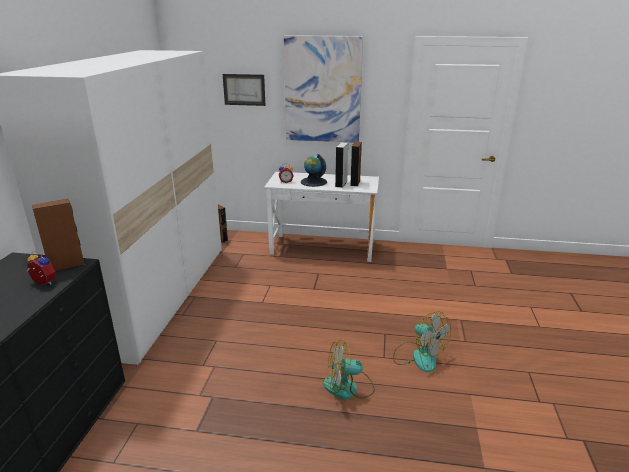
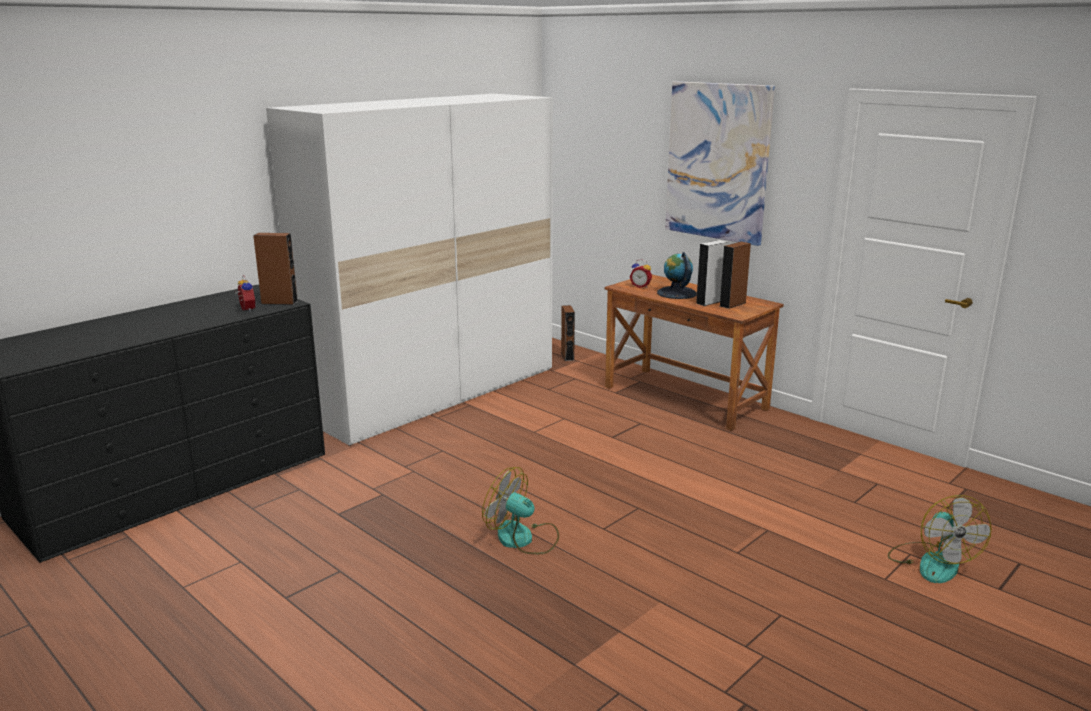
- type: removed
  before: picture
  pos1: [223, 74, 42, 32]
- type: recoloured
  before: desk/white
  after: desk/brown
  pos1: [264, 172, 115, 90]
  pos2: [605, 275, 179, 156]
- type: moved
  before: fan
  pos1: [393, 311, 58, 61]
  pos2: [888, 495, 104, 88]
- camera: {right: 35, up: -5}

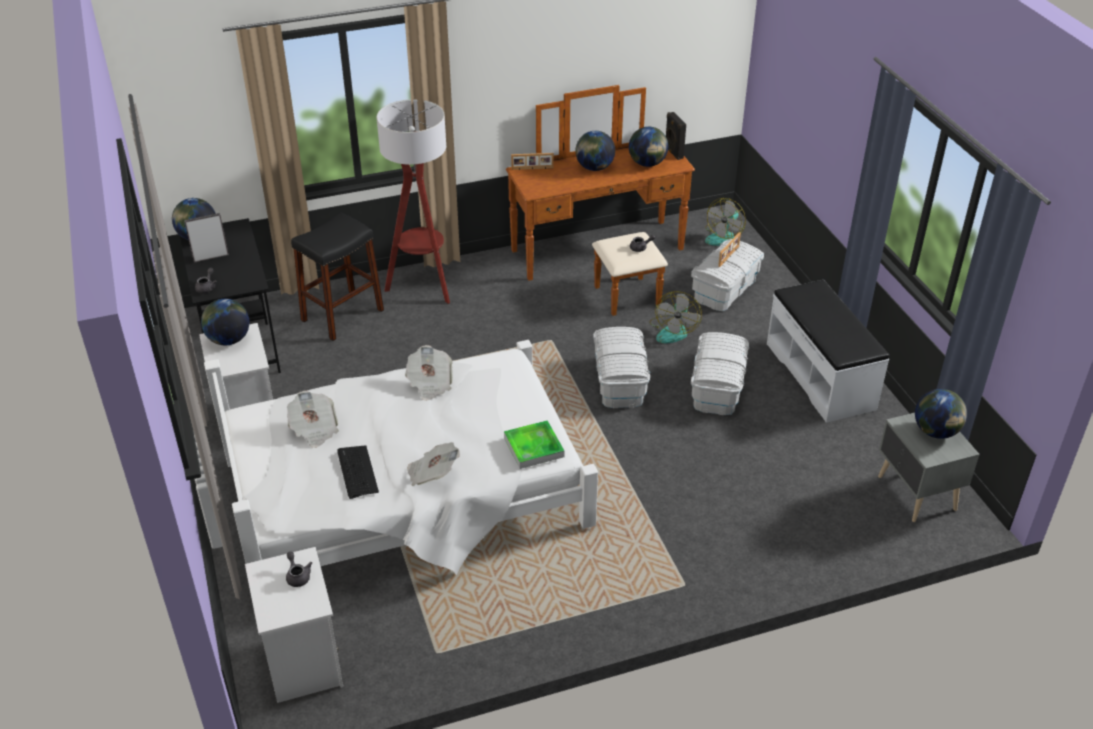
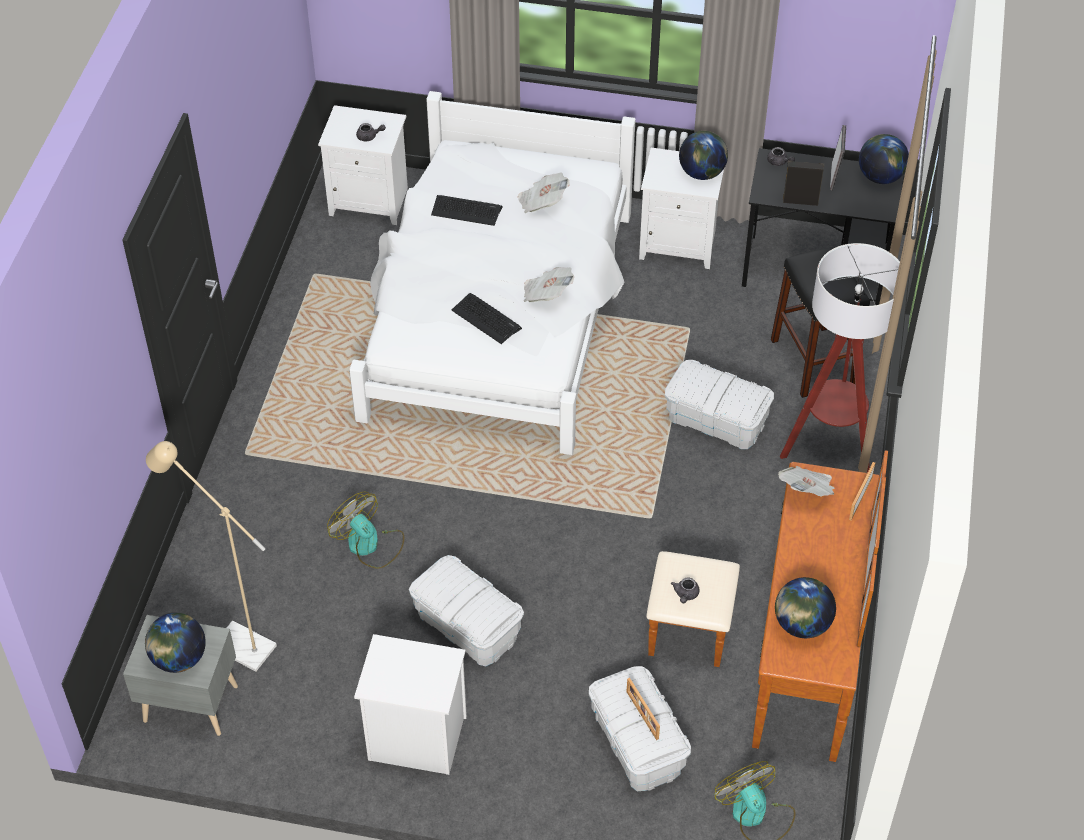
- type: moved
  before: newspaper
  pos1: [407, 442, 53, 44]
  pos2: [778, 466, 56, 30]
- type: removed
  before: tray
  pos1: [504, 420, 61, 49]
- type: removed
  before: globe
  pos1: [575, 131, 40, 40]
- type: moved
  before: storage box/white
  pos1: [593, 327, 57, 81]
  pos2: [665, 360, 109, 89]
- type: moved
  before: fan
  pos1: [649, 291, 53, 52]
  pos2: [327, 492, 77, 77]
- type: moved
  before: speaker/black
  pos1: [666, 112, 20, 48]
  pos2: [783, 160, 41, 46]
- type: replaced
  before: bench/white
  after: nightstand/white
  pos1: [767, 280, 122, 143]
  pos2: [354, 634, 113, 141]
- type: added
  after: floor lamp/beige
  pos2: [146, 441, 131, 231]
- type: added
  after: keyboard
  pos2: [452, 293, 70, 51]
- camera: {right: 120, up: 10}

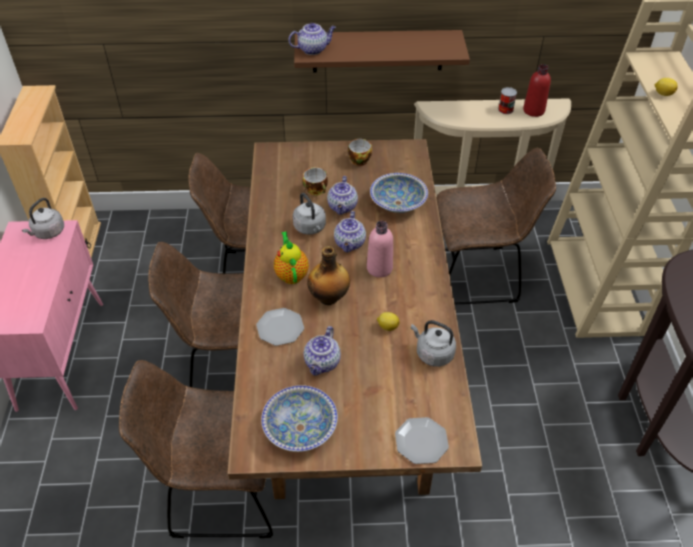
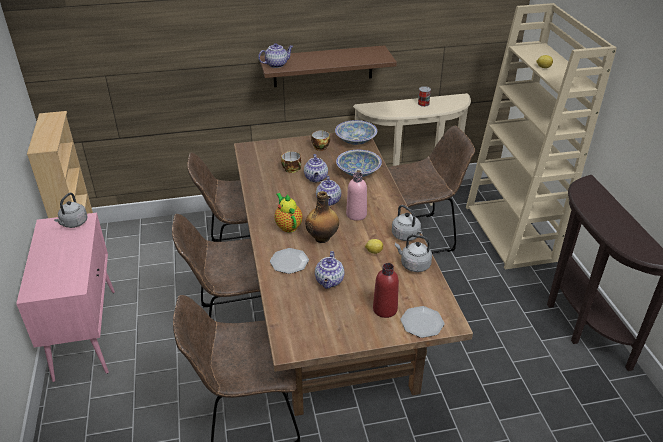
- type: moved
  before: bowl
  pos1: [261, 385, 77, 67]
  pos2: [335, 120, 42, 25]
- type: moved
  before: kettle/grey
  pos1: [293, 193, 33, 42]
  pos2: [392, 205, 31, 36]
- type: moved
  before: bottle/red
  pos1: [523, 64, 28, 53]
  pos2: [373, 263, 26, 55]
- camera: {right: -10, up: -10}

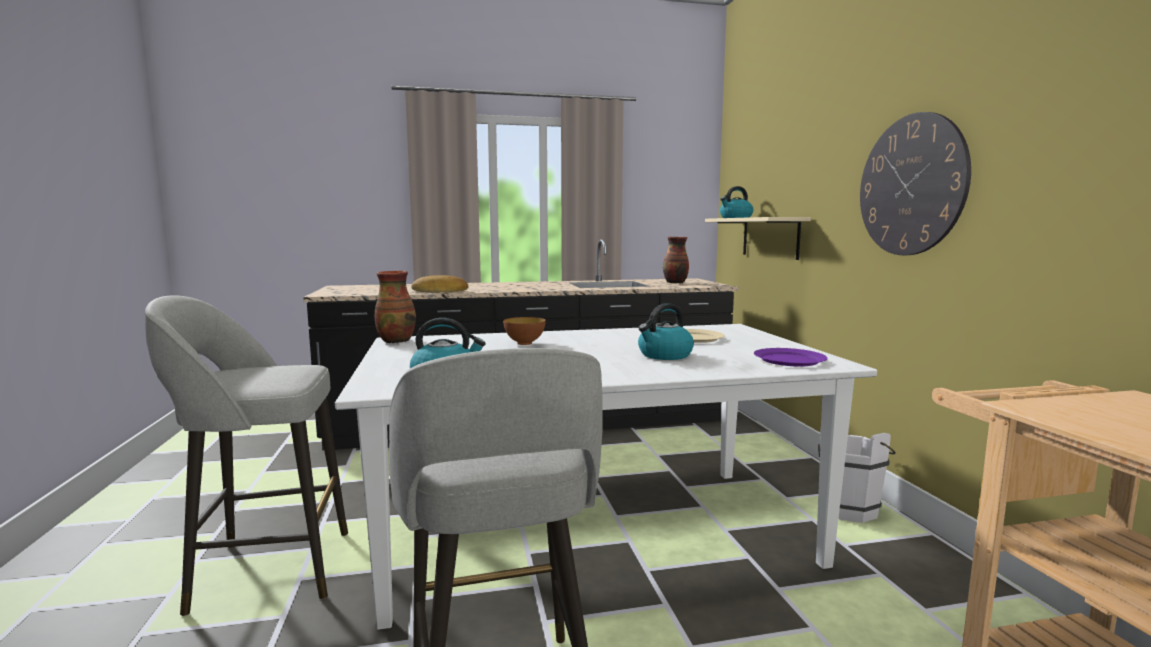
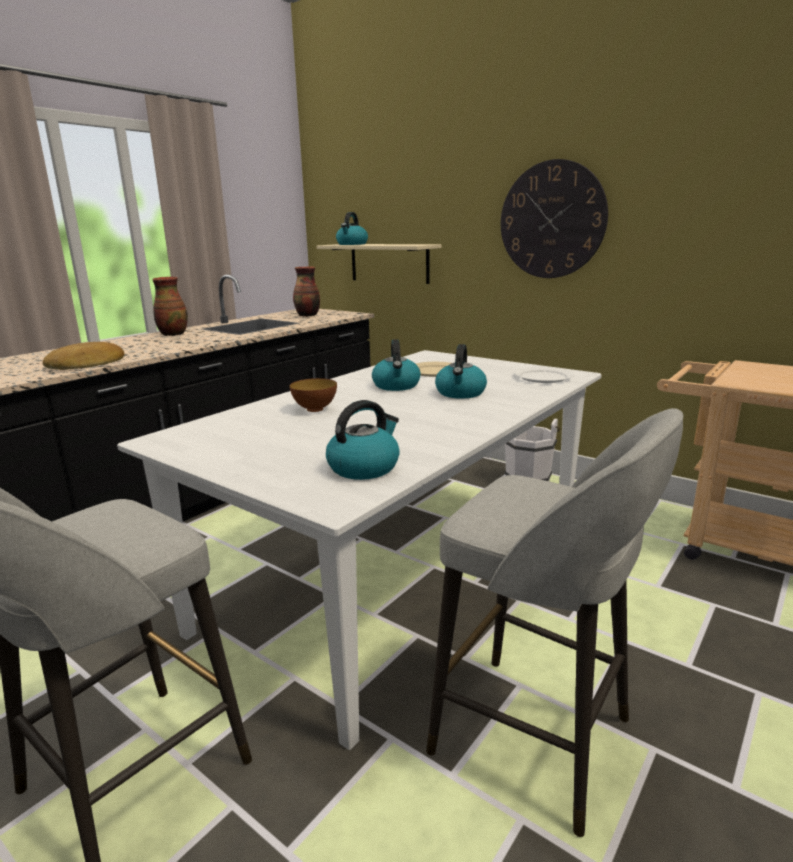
- type: moved
  before: vase
  pos1: [375, 271, 41, 72]
  pos2: [152, 277, 36, 59]
- type: recoloured
  before: plate/purple
  after: plate/white
  pos1: [754, 348, 74, 19]
  pos2: [514, 367, 59, 16]
- type: added
  after: kettle
  pos2: [372, 339, 49, 52]
- camera: {right: -40, up: 10}

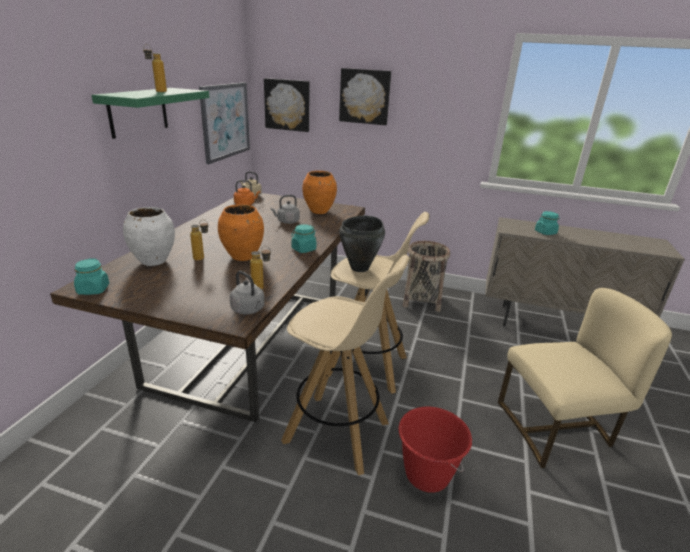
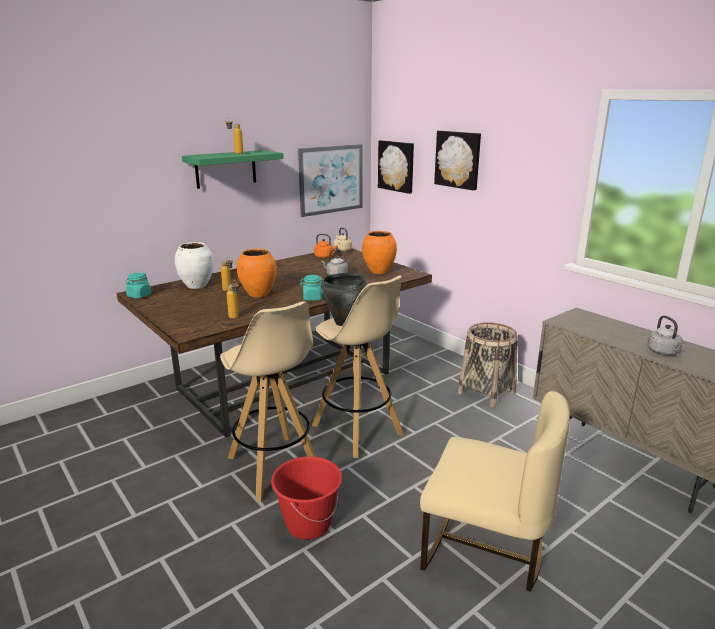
- type: moved
  before: kettle/grey
  pos1: [230, 271, 35, 44]
  pos2: [647, 316, 38, 39]
- type: removed
  before: jar/turquoise
  pos1: [535, 211, 25, 24]
- camera: {right: 35, up: -5}

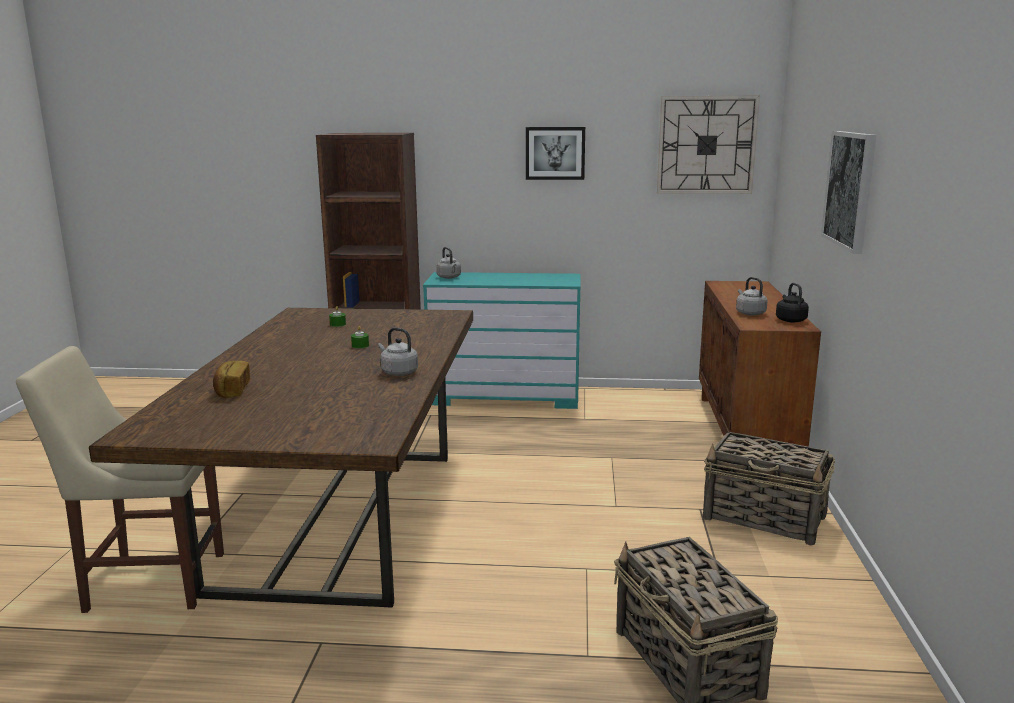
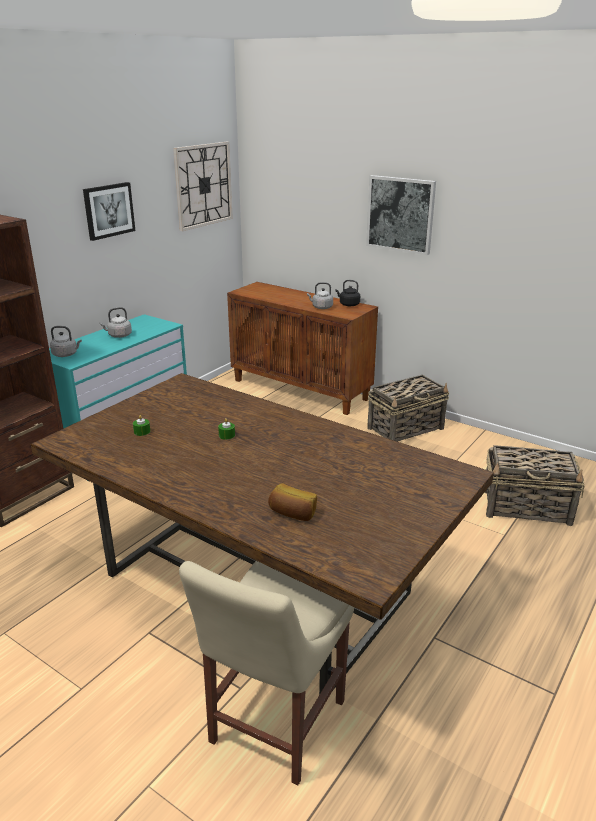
- type: moved
  before: kettle/grey
  pos1: [378, 328, 40, 48]
  pos2: [99, 307, 33, 31]
- camera: {right: -60, up: 10}

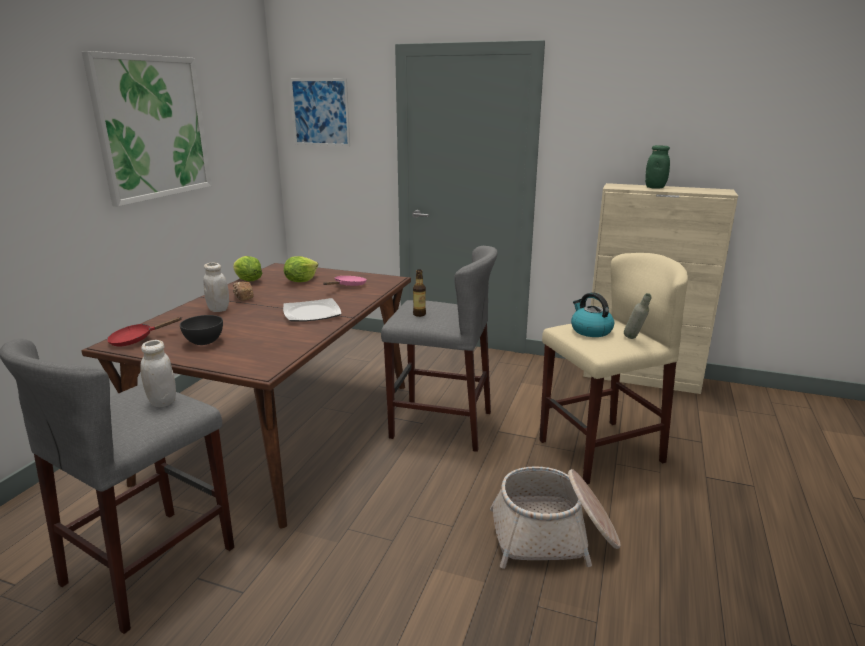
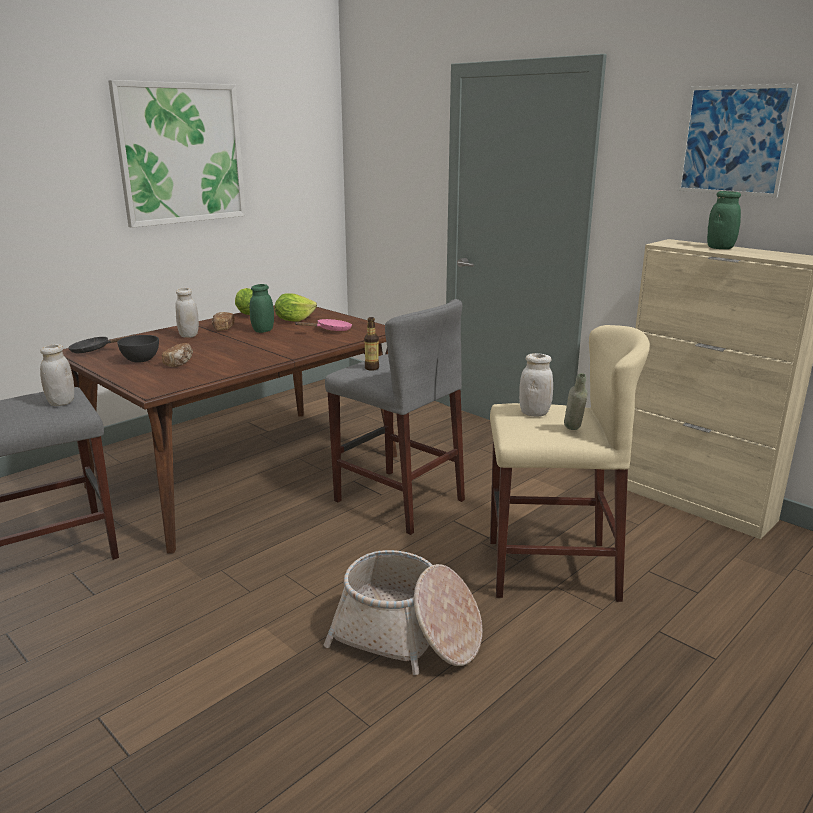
- type: recoloured
  before: frying pan/red
  after: frying pan/black
  pos1: [107, 317, 74, 30]
  pos2: [68, 334, 67, 19]
- type: removed
  before: plate
  pos1: [283, 298, 58, 24]
- type: moved
  before: picture
  pos1: [290, 79, 60, 67]
  pos2: [677, 83, 121, 114]
- type: replaced
  before: kettle
  after: jar/white
  pos1: [571, 292, 43, 45]
  pos2: [519, 353, 34, 64]
- type: added
  after: bread
  pos2: [162, 343, 31, 24]
- type: added
  after: jar/green
  pos2: [250, 284, 24, 49]
- camera: {right: 25, up: 0}

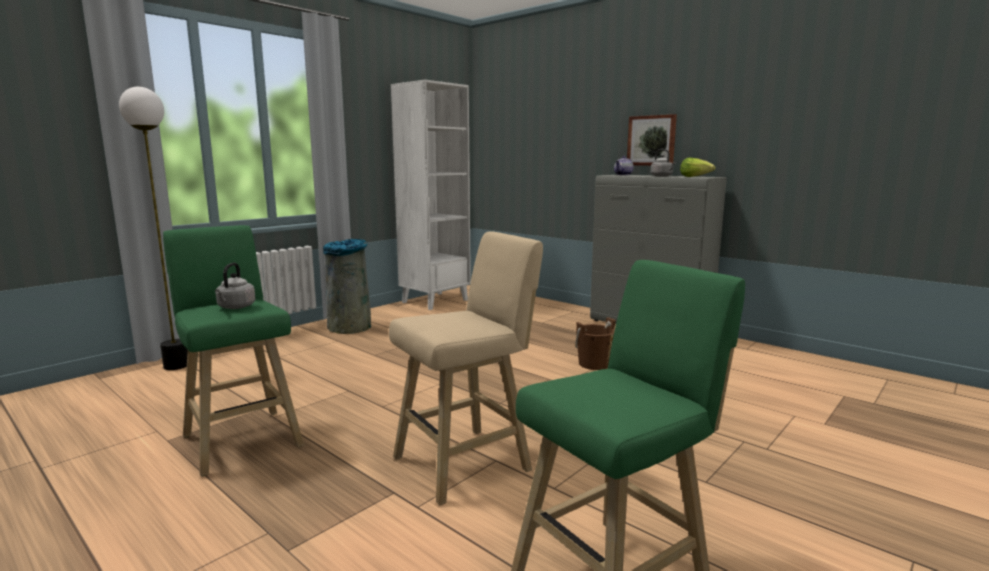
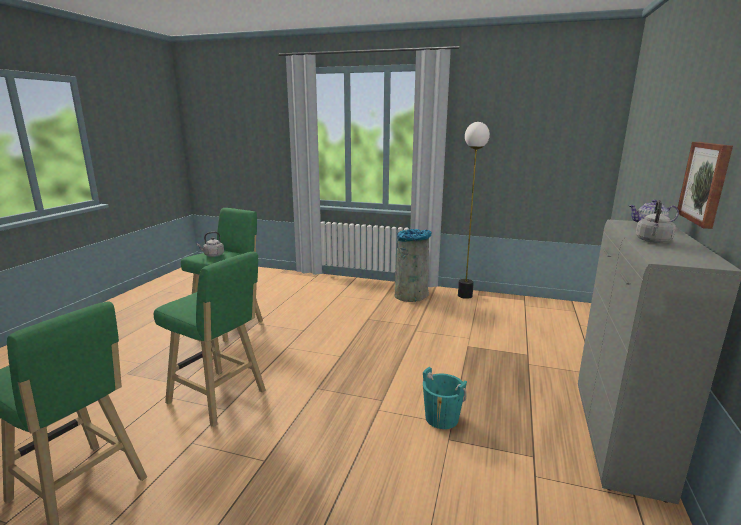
- type: moved
  before: floor lamp
  pos1: [119, 87, 69, 283]
  pos2: [458, 122, 32, 177]
- type: recoloured
  before: stool/beige
  after: stool/green
  pos1: [389, 231, 154, 275]
  pos2: [154, 252, 112, 175]
- type: removed
  before: bookcase/white
  pos1: [391, 80, 80, 230]
- type: recoloured
  before: bucket/brown
  after: bucket/turquoise
  pos1: [575, 317, 41, 53]
  pos2: [423, 367, 44, 62]
- type: removed
  before: lettuce
  pos1: [680, 158, 36, 19]
- camera: {right: 65, up: 5}

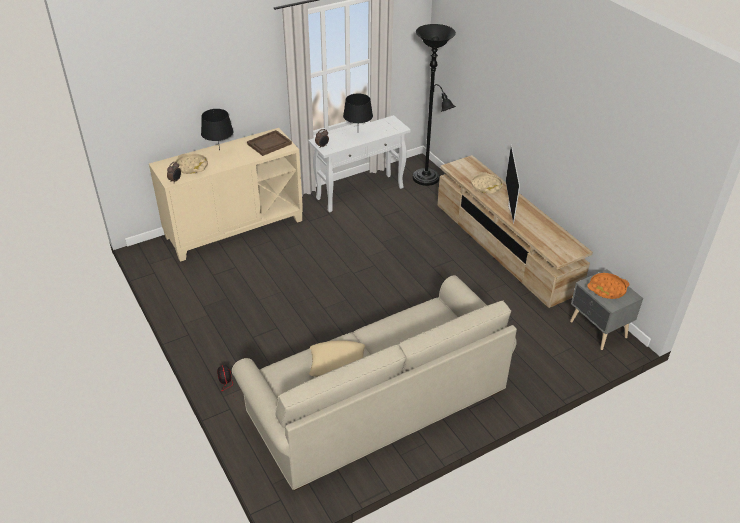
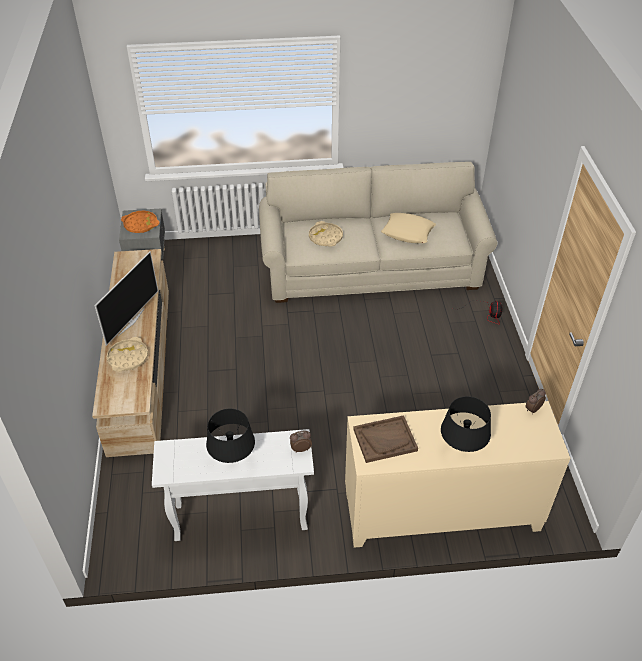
- type: moved
  before: tray/beige
  pos1: [175, 154, 33, 20]
  pos2: [309, 221, 34, 26]
- type: removed
  before: floor lamp/black
  pos1: [413, 24, 43, 162]
- camera: {right: -155, up: 5}

